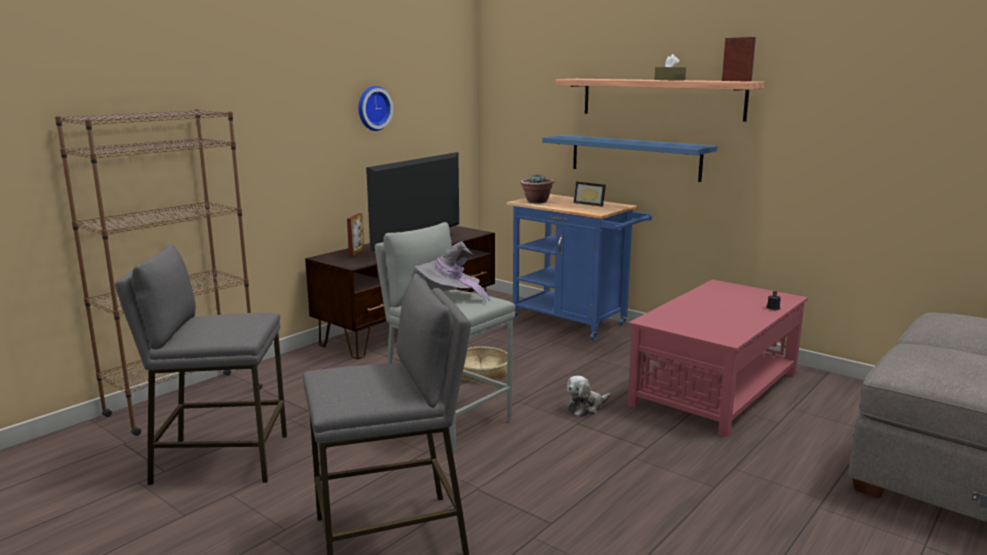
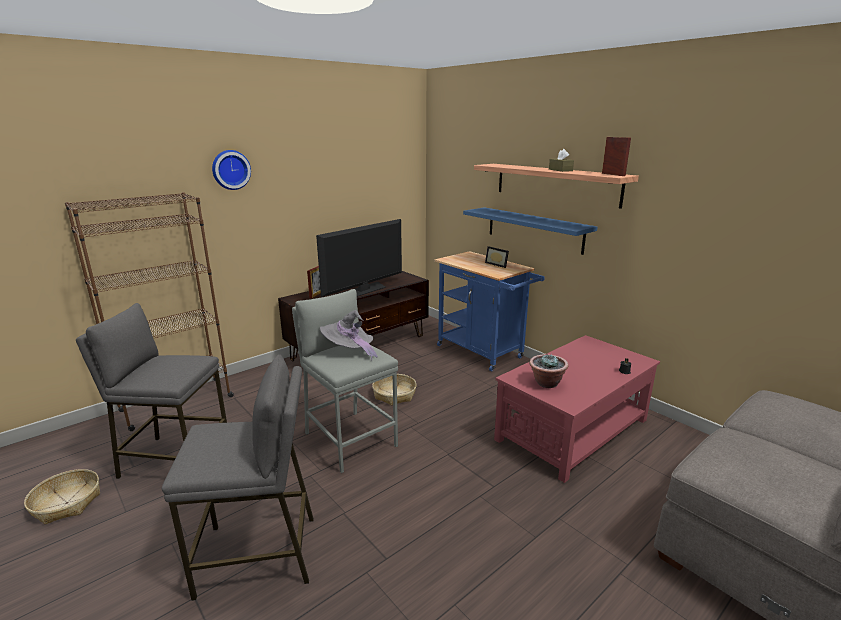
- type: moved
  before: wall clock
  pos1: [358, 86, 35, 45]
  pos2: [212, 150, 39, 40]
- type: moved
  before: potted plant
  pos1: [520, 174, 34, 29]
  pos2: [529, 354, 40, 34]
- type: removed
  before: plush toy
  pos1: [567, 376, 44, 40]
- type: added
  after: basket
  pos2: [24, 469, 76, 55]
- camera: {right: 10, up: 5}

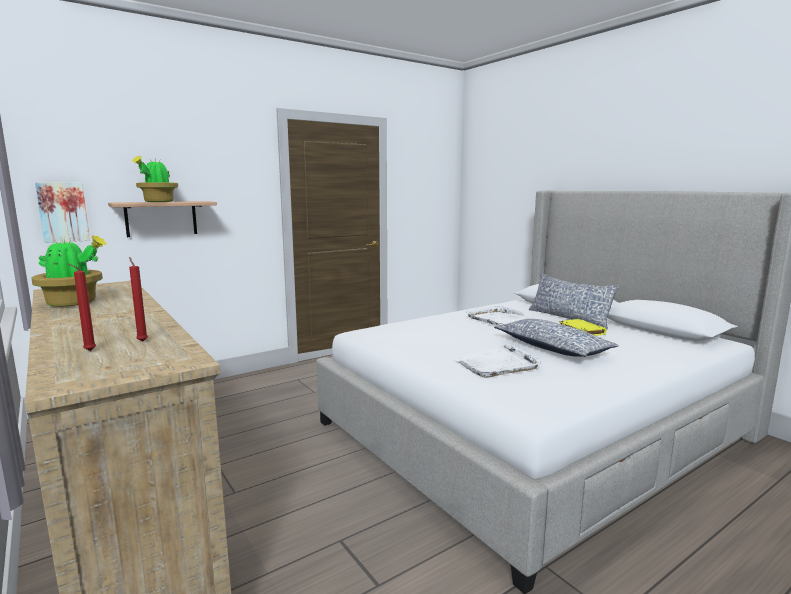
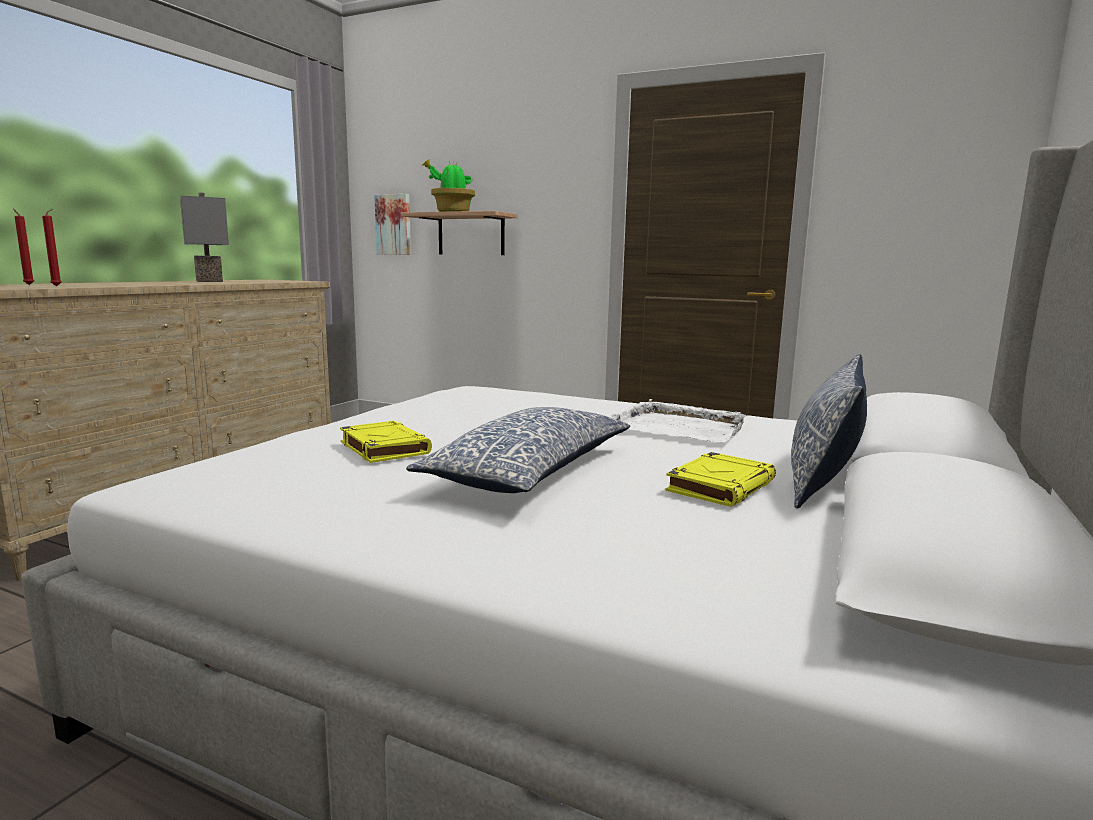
- type: replaced
  before: potted plant
  after: table lamp/grey
  pos1: [31, 235, 76, 72]
  pos2: [180, 192, 49, 90]
- type: replaced
  before: tray/white
  after: book/yellow
  pos1: [454, 343, 88, 35]
  pos2: [340, 421, 92, 42]
- camera: {right: 60, up: 0}

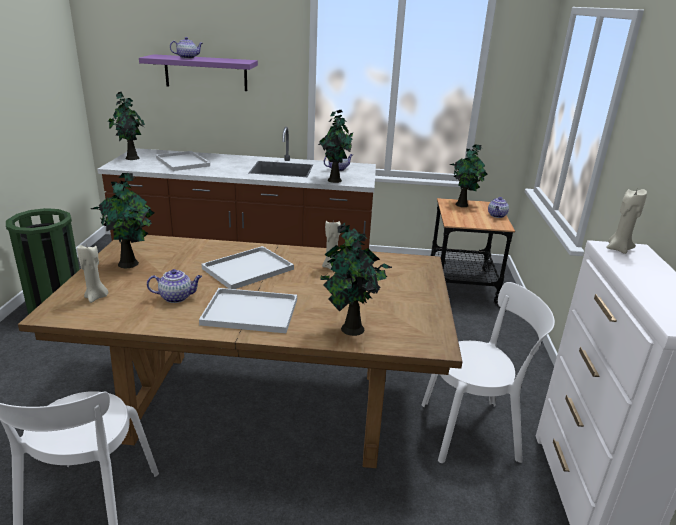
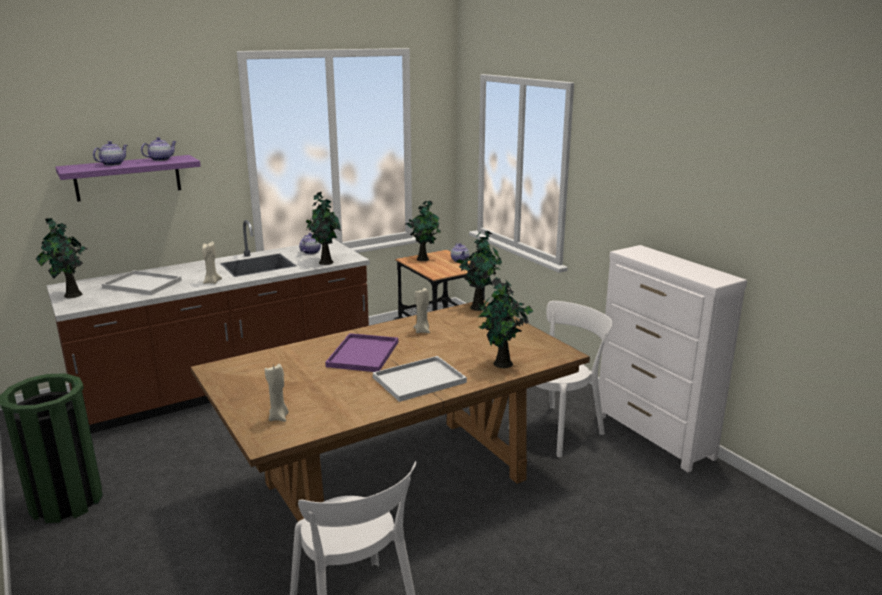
- type: moved
  before: potted plant
  pos1: [91, 173, 63, 95]
  pos2: [456, 231, 46, 80]
- type: moved
  before: teapot
  pos1: [147, 269, 55, 34]
  pos2: [141, 137, 36, 24]
- type: recoloured
  before: tray/white
  after: tray/purple
  pos1: [202, 246, 92, 43]
  pos2: [325, 333, 73, 39]
- type: moved
  before: candle/beige
  pos1: [606, 189, 41, 65]
  pos2: [202, 242, 20, 42]
- camera: {right: -35, up: -5}

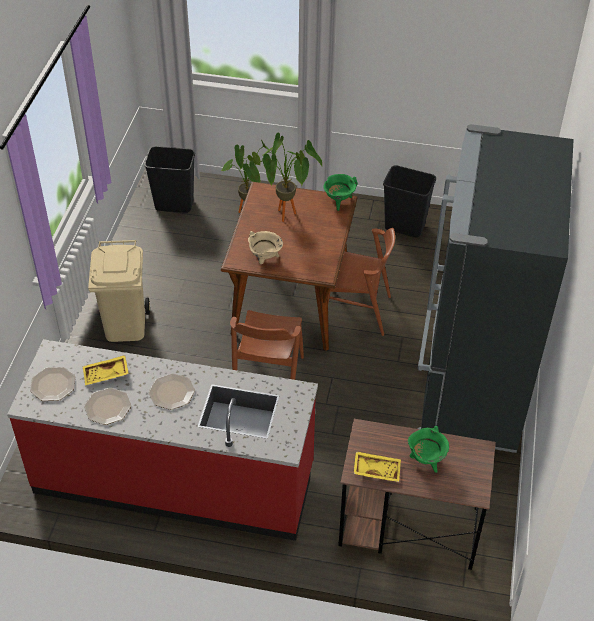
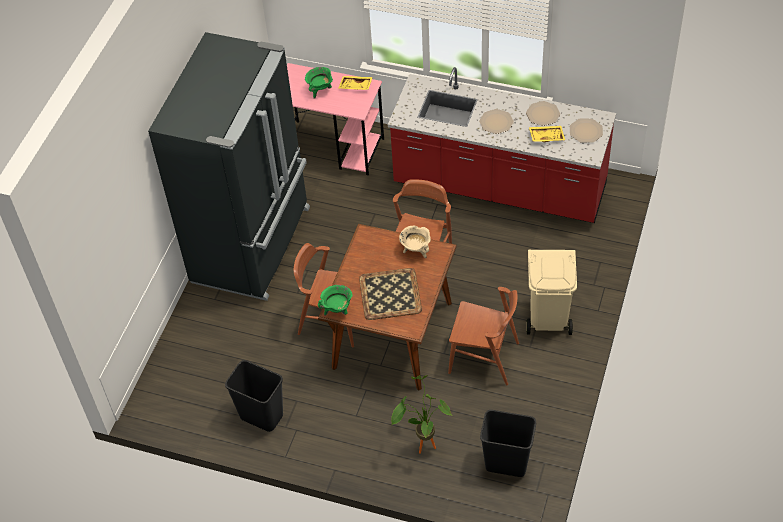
- type: replaced
  before: potted plant
  after: tray
  pos1: [263, 132, 59, 90]
  pos2: [359, 268, 63, 52]
- type: recoloured
  before: desk/brown
  after: desk/pink
  pos1: [338, 419, 158, 151]
  pos2: [287, 63, 97, 113]
- type: added
  after: chair/brown
  pos2: [448, 287, 71, 98]
- camera: {right: -170, up: 5}

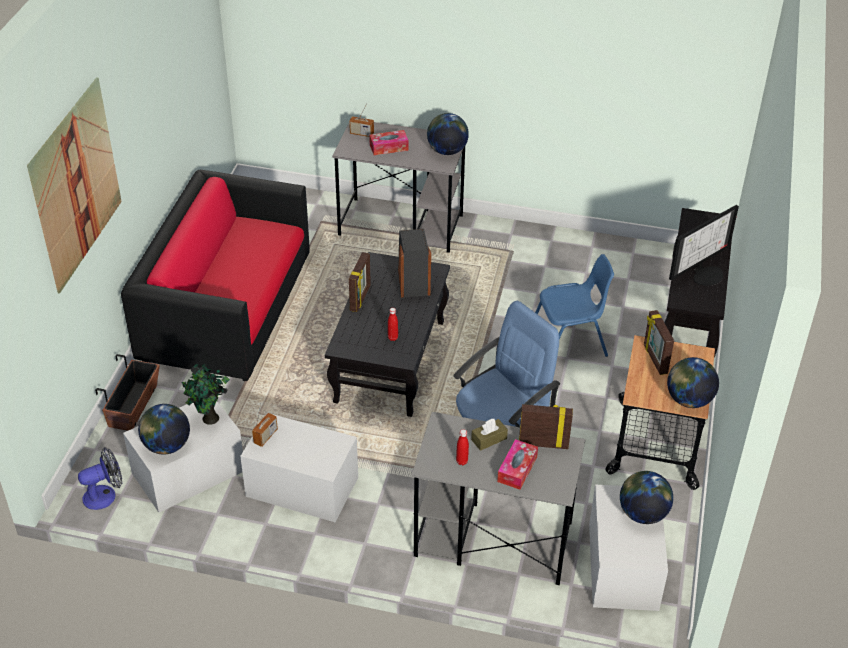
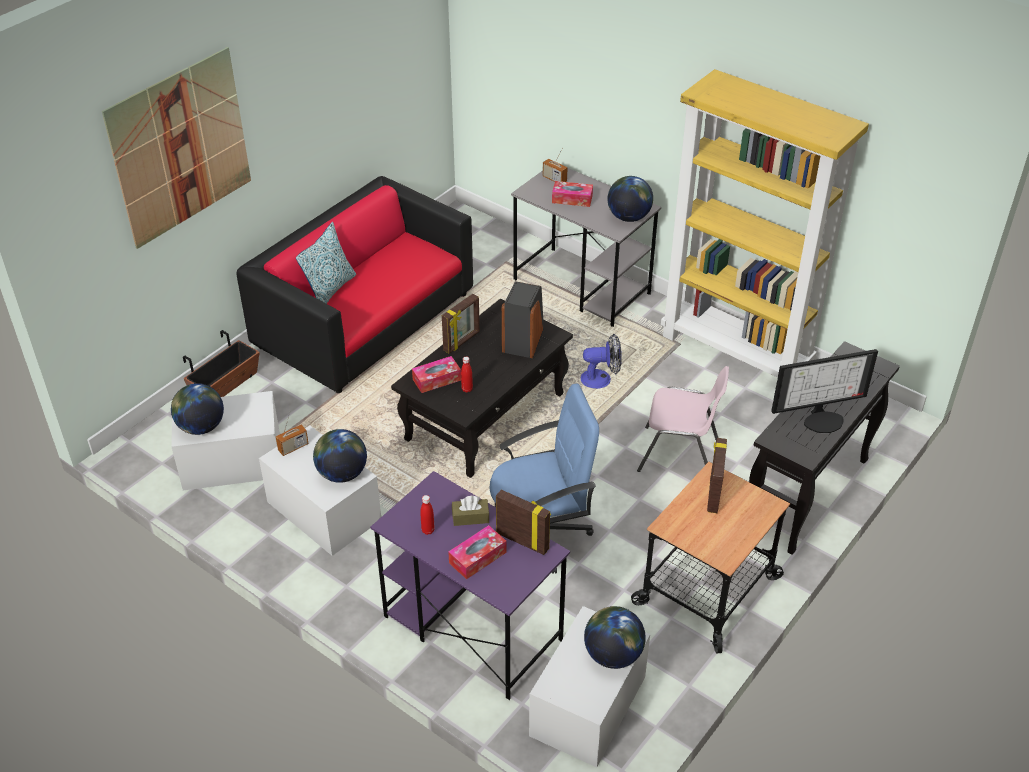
- type: moved
  before: fan
  pos1: [78, 447, 44, 63]
  pos2: [581, 334, 41, 55]
- type: removed
  before: potted plant
  pos1: [182, 363, 48, 62]
- type: recoloured
  before: desk/grey
  after: desk/purple
  pos1: [412, 412, 174, 173]
  pos2: [370, 471, 200, 229]
- type: recoloured
  before: chair/blue
  after: chair/pink
  pos1: [535, 254, 79, 103]
  pos2: [637, 366, 92, 106]
- type: moved
  before: globe
  pos1: [667, 357, 52, 51]
  pos2: [313, 429, 54, 54]
- type: added
  after: pillow
  pos2: [296, 222, 60, 82]
- type: added
  after: tissue box
  pos2: [412, 356, 49, 37]
- type: added
  after: bookcase/yellow
  pos2: [661, 69, 208, 309]
- camera: {right: 25, up: 0}

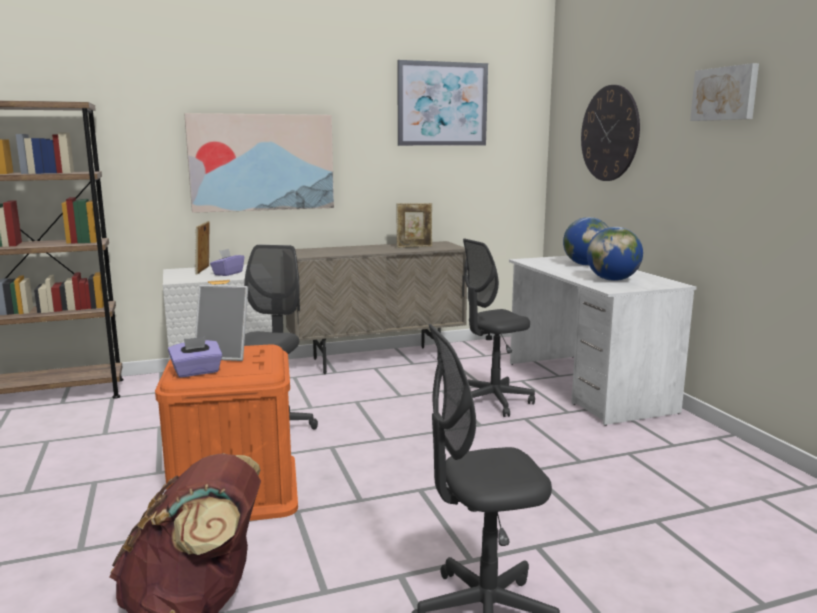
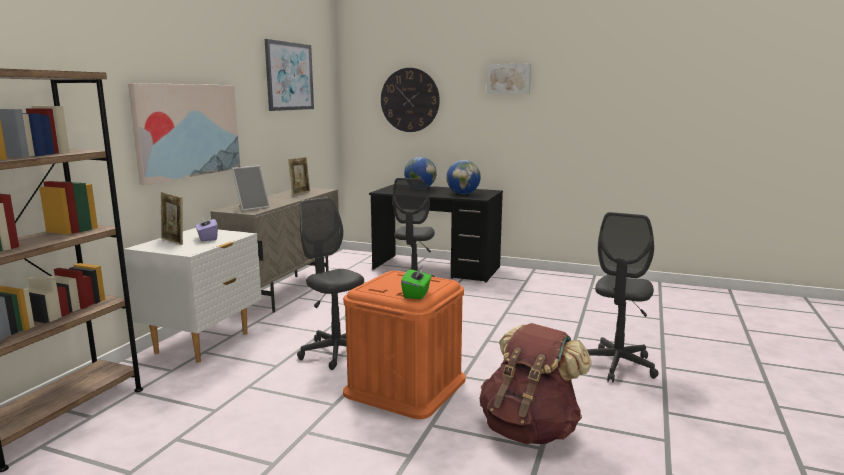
- type: recoloured
  before: tissue box/purple
  after: tissue box/green
  pos1: [168, 337, 54, 41]
  pos2: [401, 265, 31, 34]
- type: moved
  before: picture frame
  pos1: [195, 285, 53, 76]
  pos2: [232, 166, 38, 45]
- type: recoloured
  before: desk/white
  after: desk/black
  pos1: [509, 256, 188, 170]
  pos2: [369, 184, 134, 99]
- camera: {right: -50, up: 0}

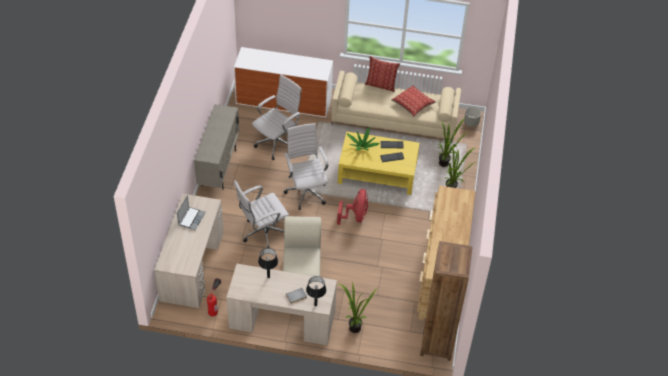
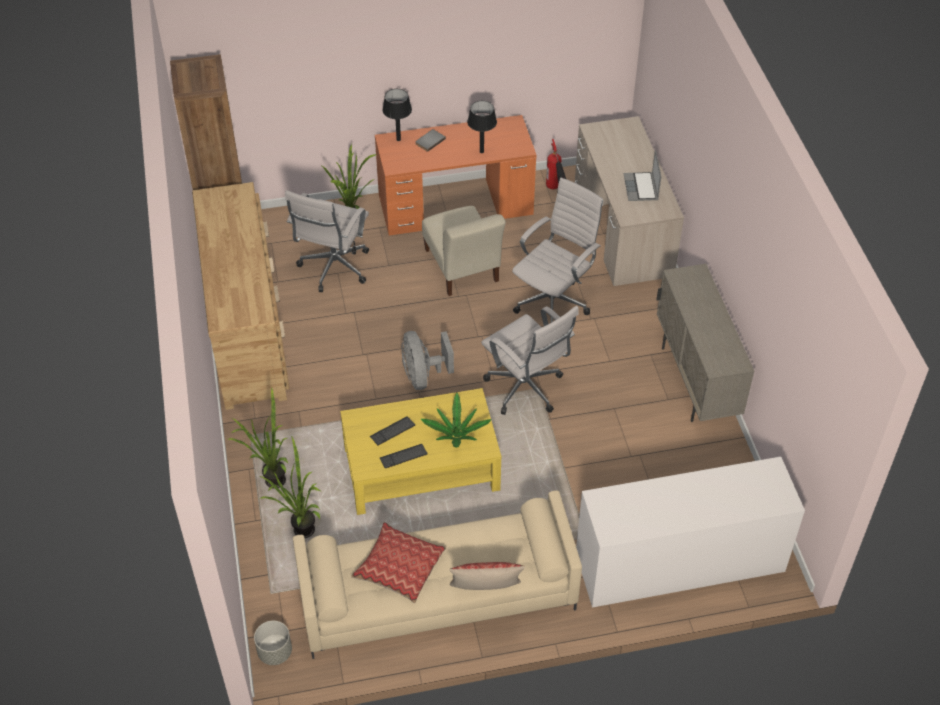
- type: recoloured
  before: desk/beige
  after: desk/orange
  pos1: [226, 264, 111, 82]
  pos2: [375, 115, 162, 121]
- type: moved
  before: office chair/white
  pos1: [252, 75, 50, 85]
  pos2: [285, 190, 84, 102]
- type: recoloured
  before: fan/red
  after: fan/grey
  pos1: [337, 189, 31, 36]
  pos2: [402, 331, 52, 59]
- camera: {right: 160, up: 0}

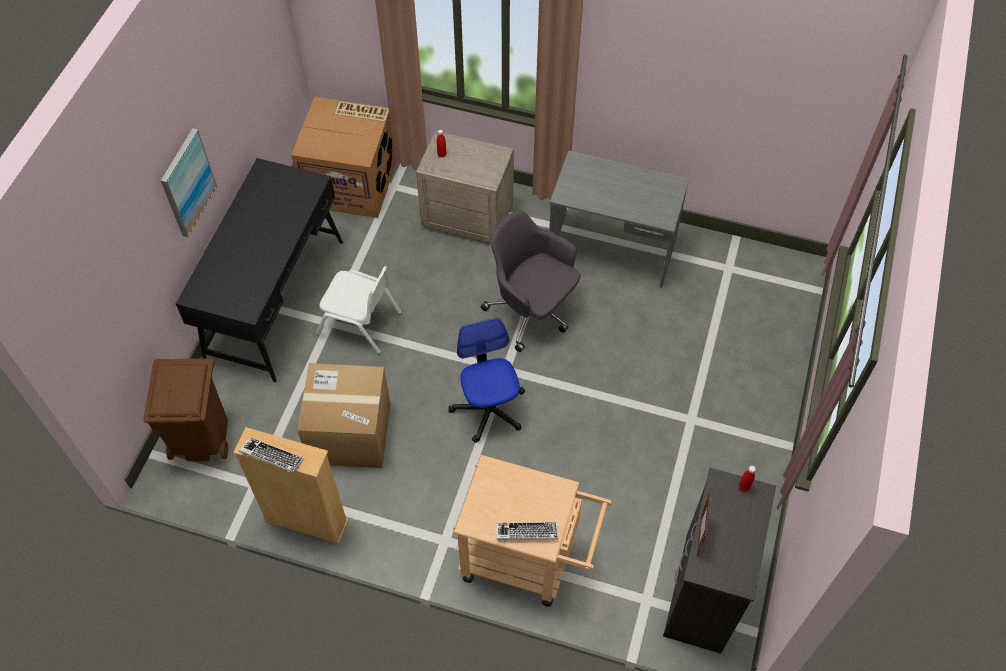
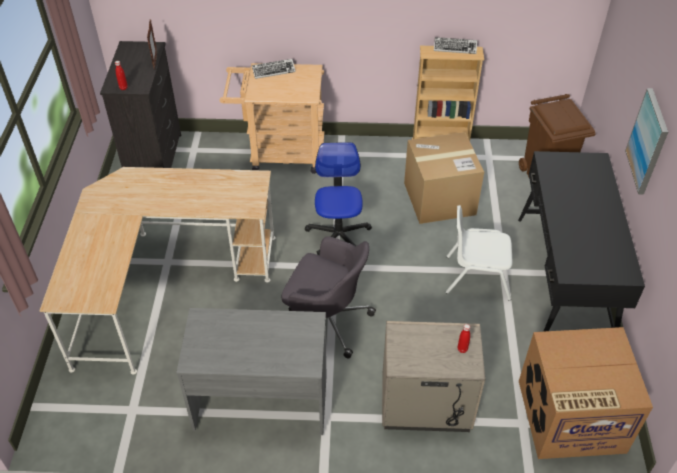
- type: turned
  before: office chair
  pos1: [448, 318, 77, 125]
  pos2: [305, 142, 67, 114]
  turn: -150
- type: added
  after: desk/beige
  pos2: [39, 167, 237, 208]
- camera: {right: 165, up: -10}

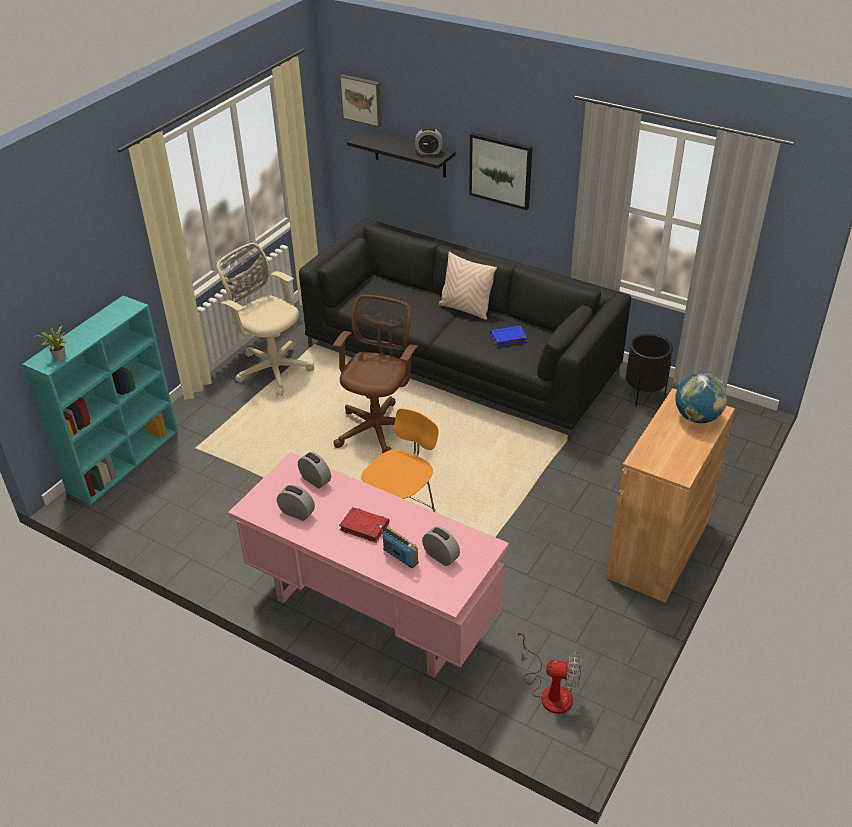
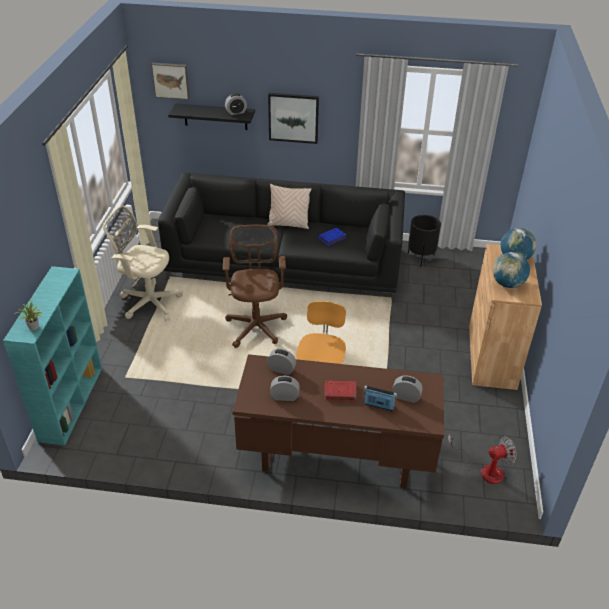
- type: recoloured
  before: desk/pink
  after: desk/brown
  pos1: [228, 452, 281, 226]
  pos2: [232, 354, 212, 134]
- type: added
  after: globe
  pos2: [492, 252, 38, 36]
- camera: {right: -25, up: 0}

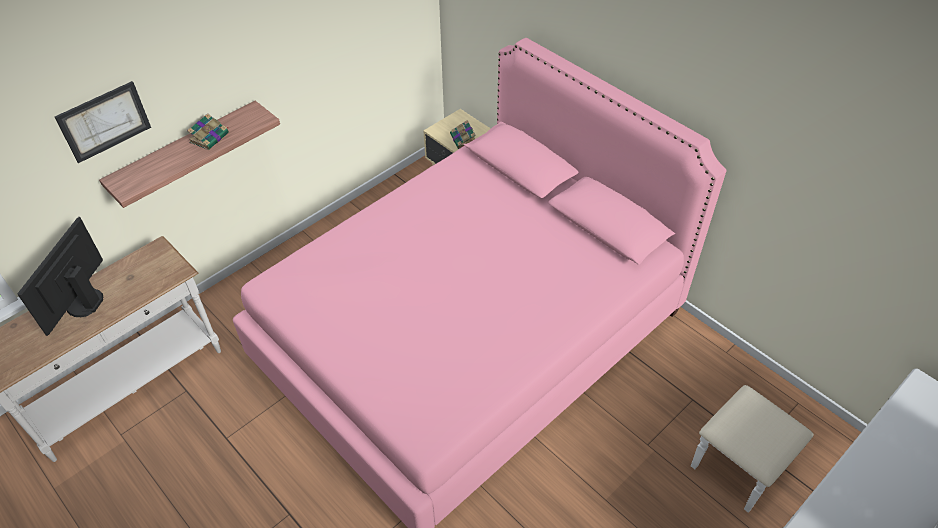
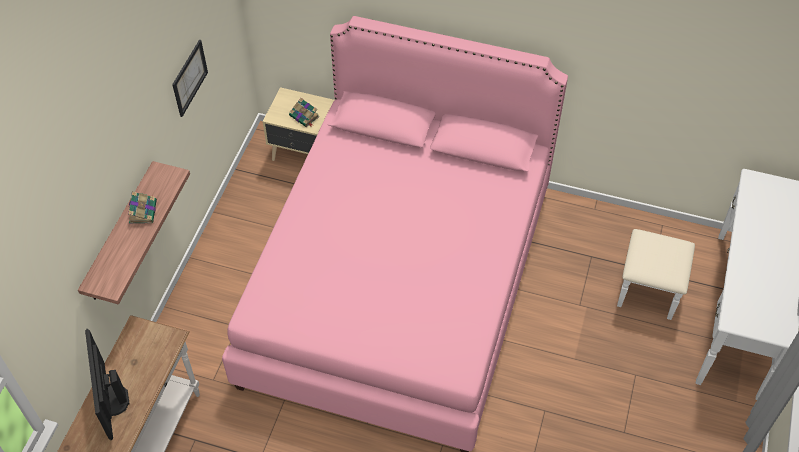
- type: moved
  before: picture
  pos1: [55, 81, 96, 82]
  pos2: [172, 40, 36, 77]
- camera: {right: -30, up: 5}

